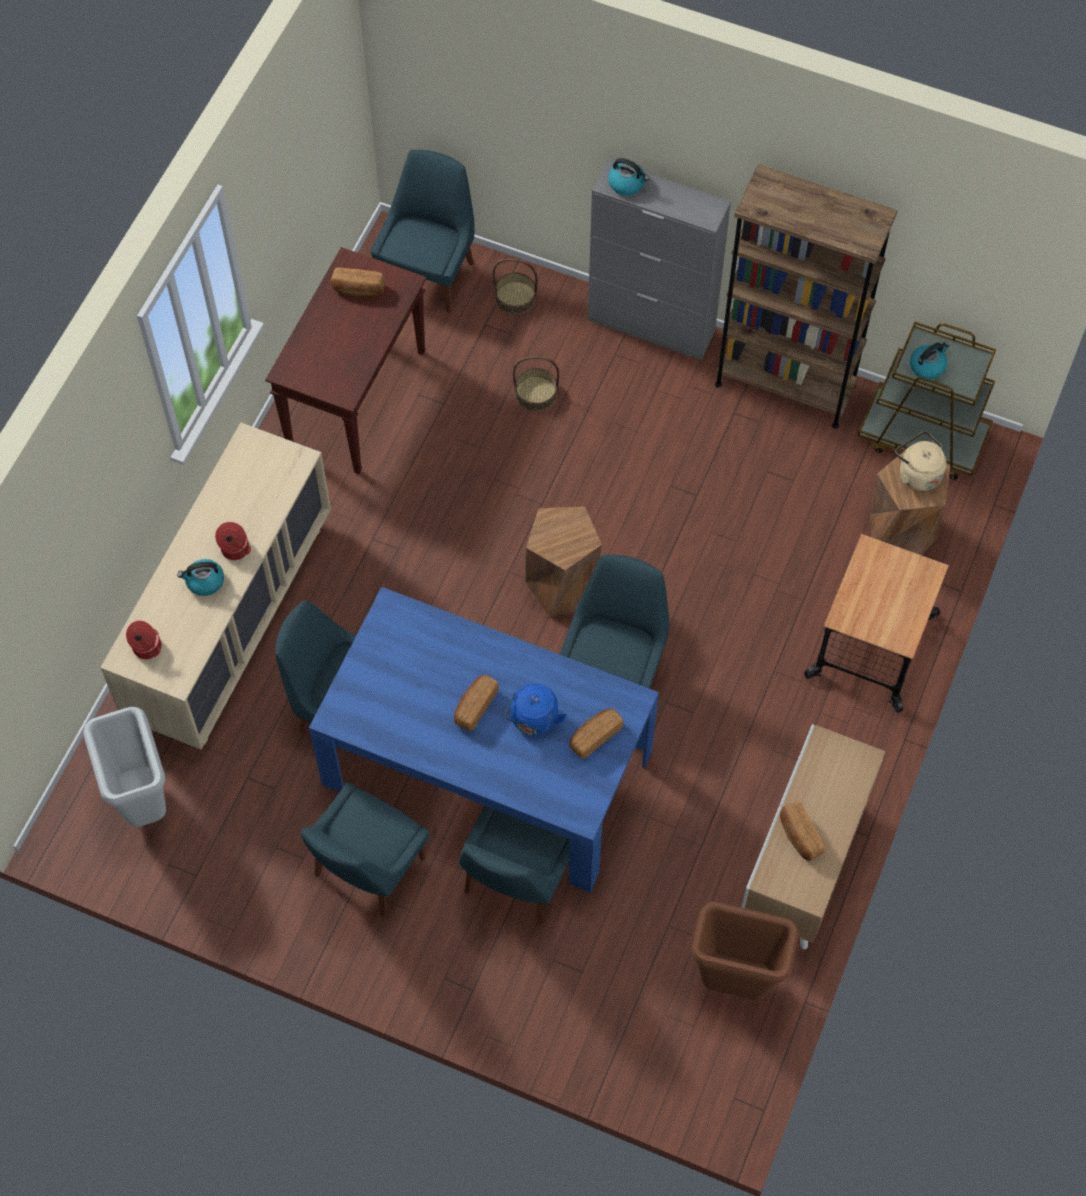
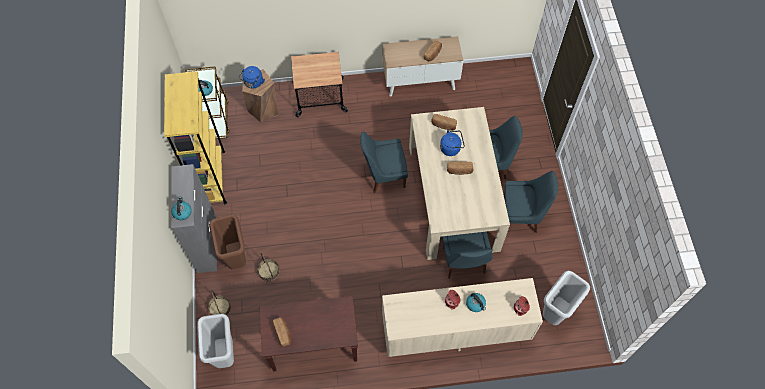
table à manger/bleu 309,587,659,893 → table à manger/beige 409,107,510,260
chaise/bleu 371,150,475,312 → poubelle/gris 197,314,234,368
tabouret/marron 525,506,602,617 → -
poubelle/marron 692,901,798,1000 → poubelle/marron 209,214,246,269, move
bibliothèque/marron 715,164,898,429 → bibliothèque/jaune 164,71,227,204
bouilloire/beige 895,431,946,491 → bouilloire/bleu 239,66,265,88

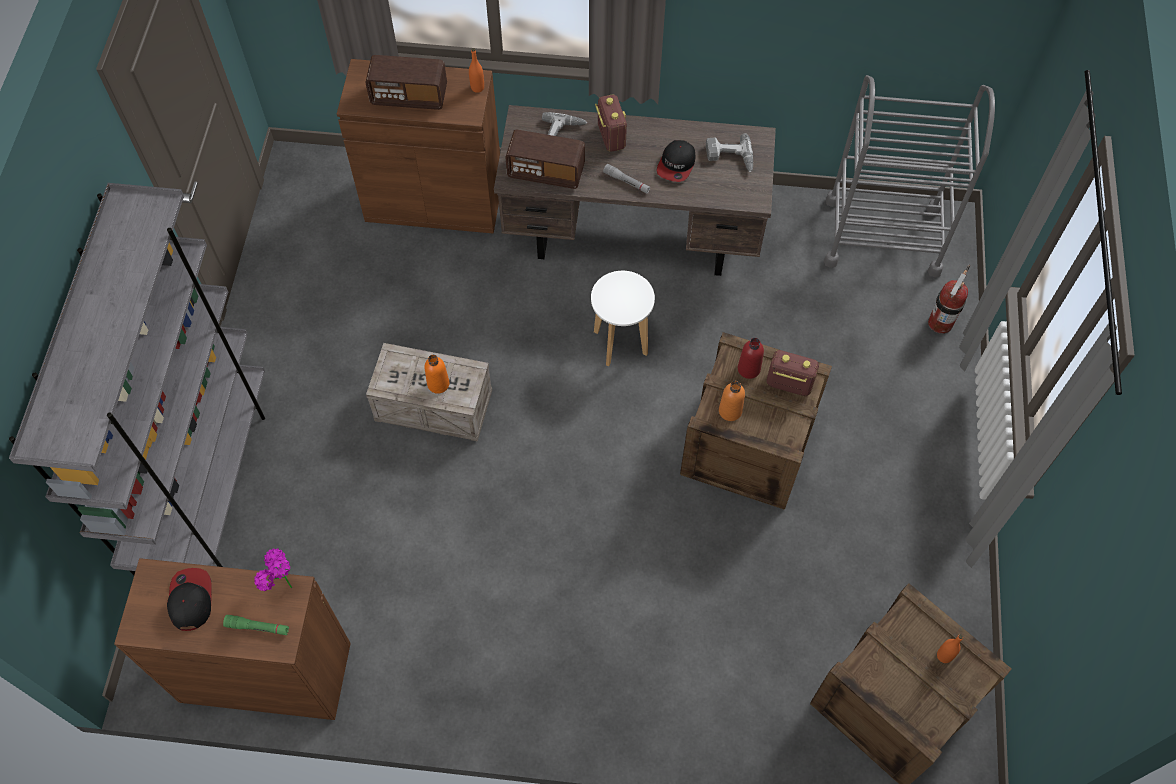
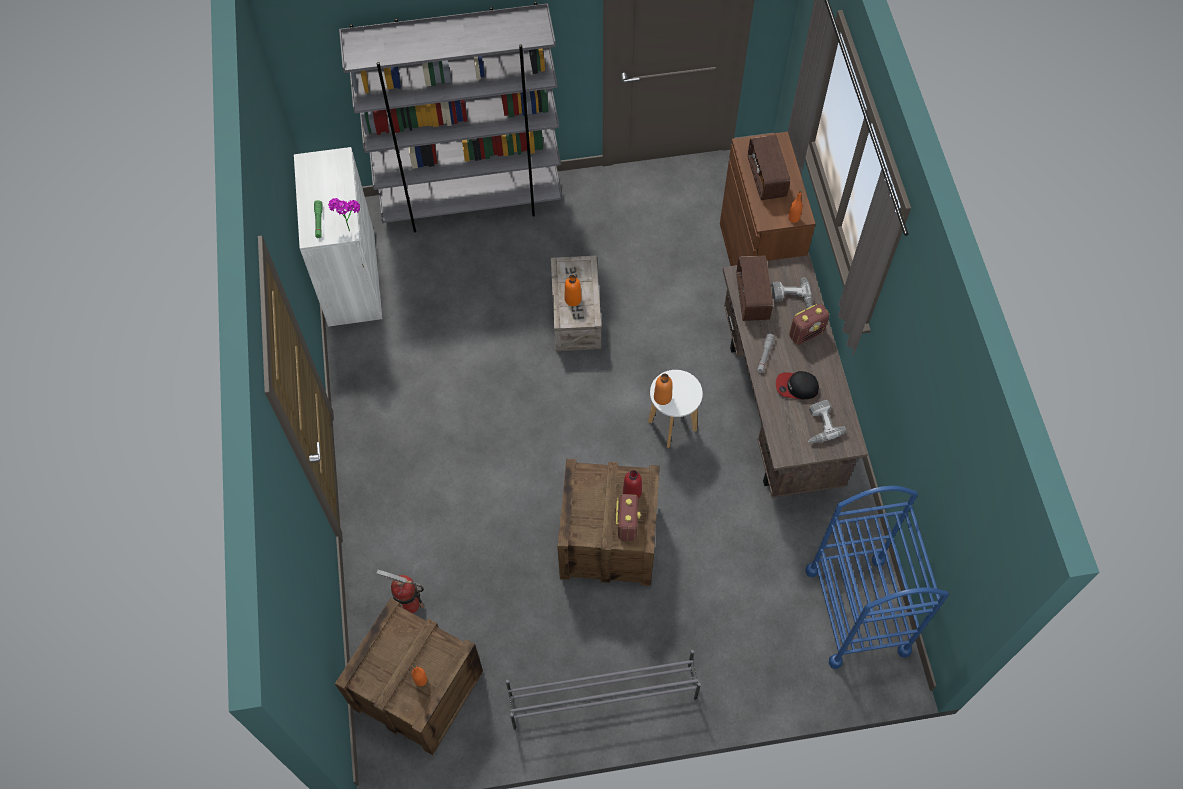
meuble de rangement/marron 114,558,351,720 → meuble de rangement/blanc 294,147,383,327
casquette 167,568,212,631 → -
bouteille/orange 719,381,745,421 → bouteille/orange 654,374,673,405, move
chariot/gris 824,75,995,277 → chariot/bleu 805,486,949,669
extincteur 928,265,970,334 → extincteur 377,570,424,613, move
- → étagère à chaussures/gris 506,650,701,730

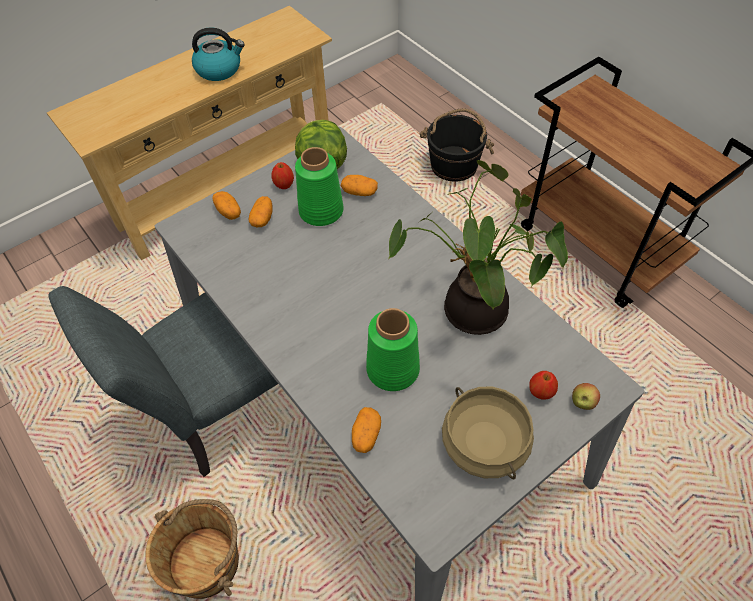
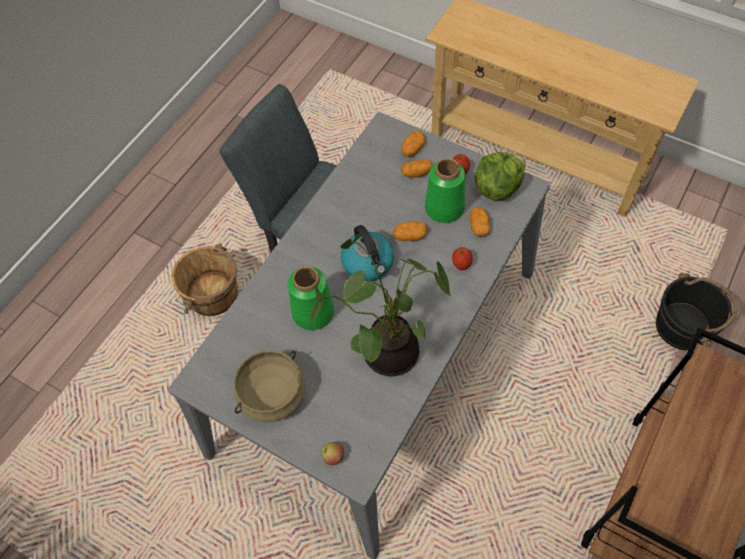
bouilloire 192,28,245,81 → bouilloire 341,225,394,281, move
pomme de terre 352,407,381,453 → pomme de terre 393,222,427,241, move
pomme 529,371,558,400 → pomme 452,247,473,270, move

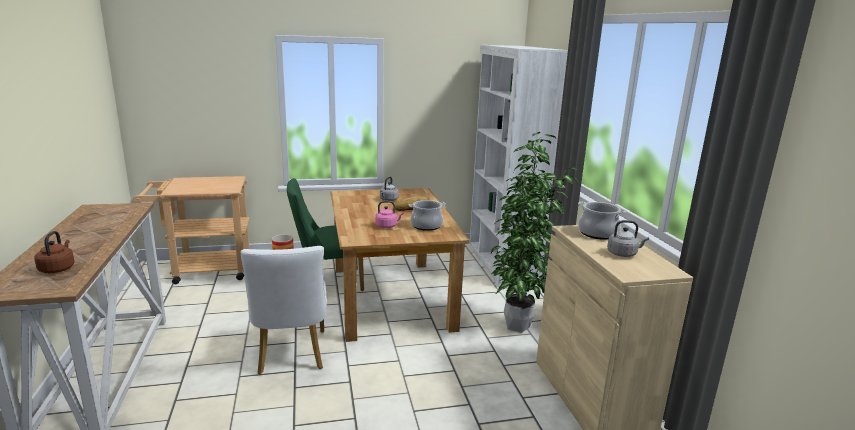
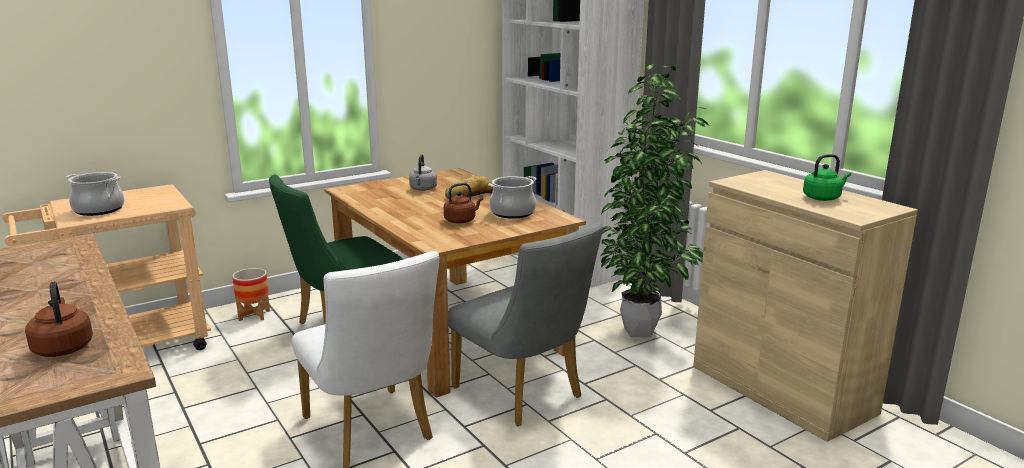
bouilloire/rose 375,201,404,228 → bouilloire/marron 444,183,483,223
marmite 578,201,627,240 → marmite 65,172,125,216, move
bouilloire/gris 607,220,649,257 → bouilloire/vert 803,154,851,201
- → chaise/gris 448,222,603,426

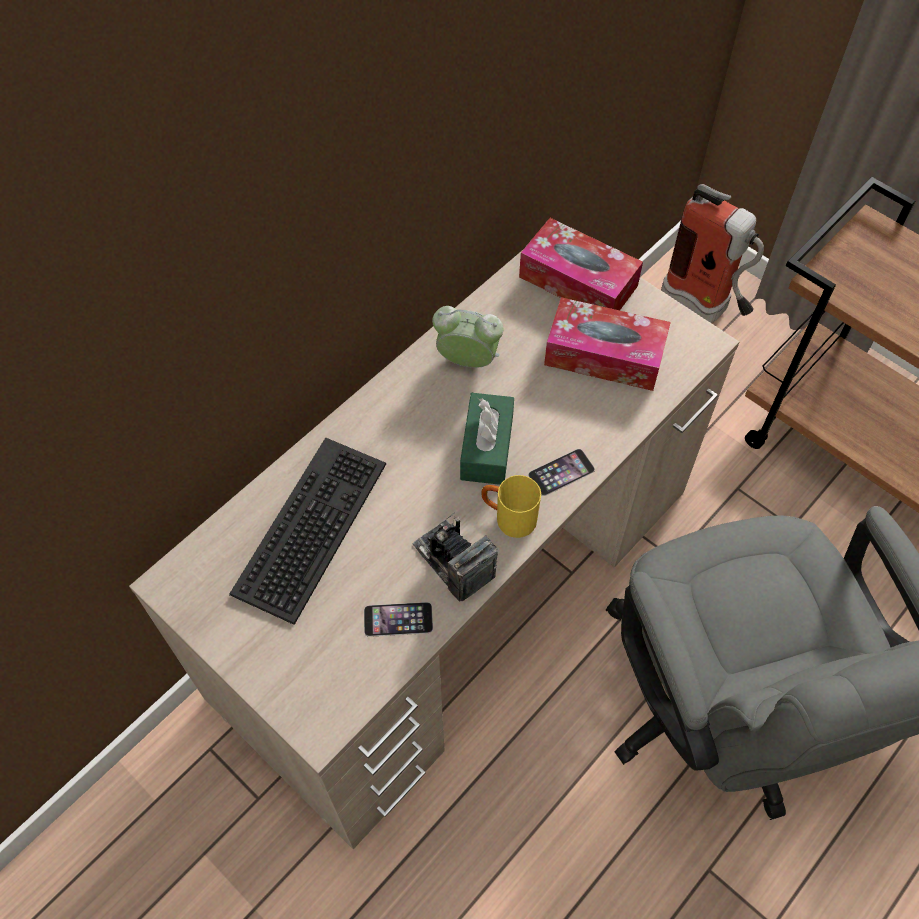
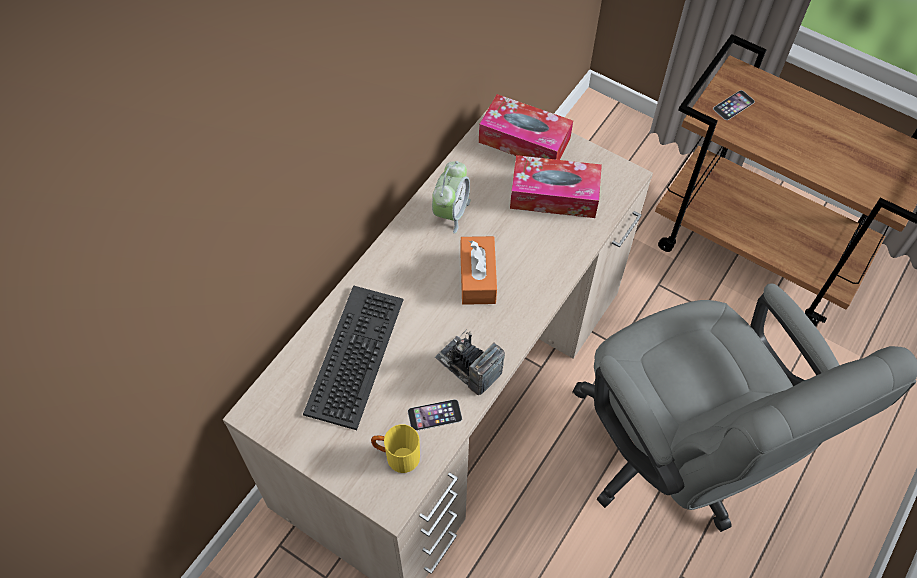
réveil 432,306,503,368 → réveil 432,161,471,234, 105 degrees clockwise
boîte à mouchoirs/vert 460,393,514,485 → boîte à mouchoirs/orange 460,236,497,305
mug/jaune 482,475,541,538 → mug/jaune 371,424,420,473, move
téléphone 528,449,595,496 → téléphone 713,90,755,120, move
extincteur 661,184,764,323 → -

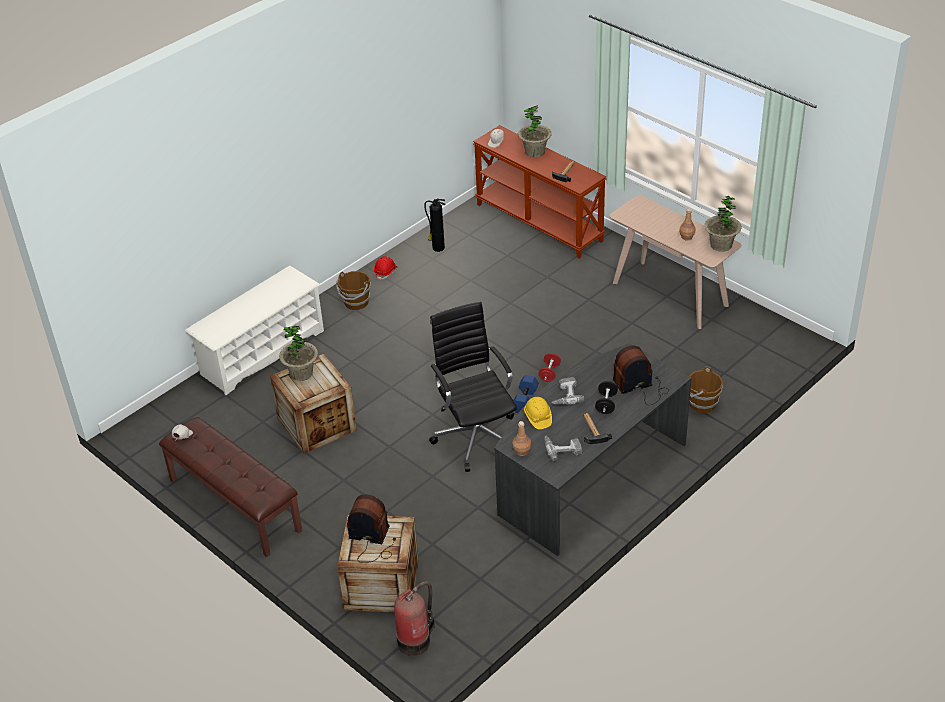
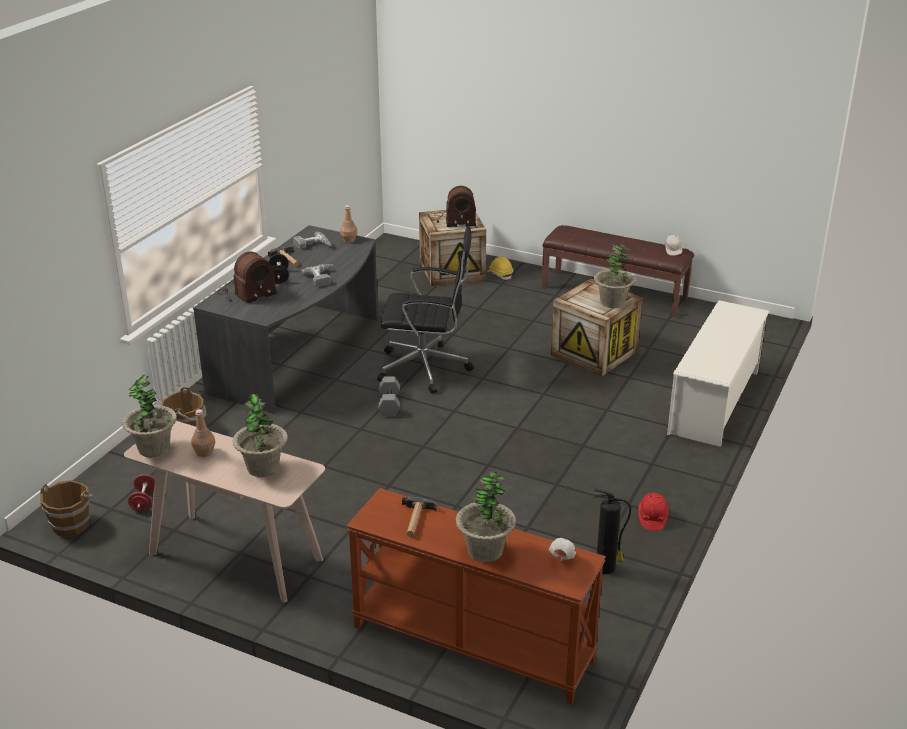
seau/marron 336,271,371,310 → seau/marron 40,480,94,537, move
extincteur 394,581,435,656 → -
chaise de bureau/noir 429,302,517,472 → chaise de bureau/noir 377,226,473,393, 45 degrees counterclockwise
haltère/bleu 513,375,539,413 → haltère/gris 378,376,400,417
casque de chantier/jaune 524,397,552,429 → casque de chantier/jaune 487,257,513,280, move
haltère/rouge 538,353,561,382 → haltère/rouge 128,474,155,511, move
- → plante en pot 233,394,288,477

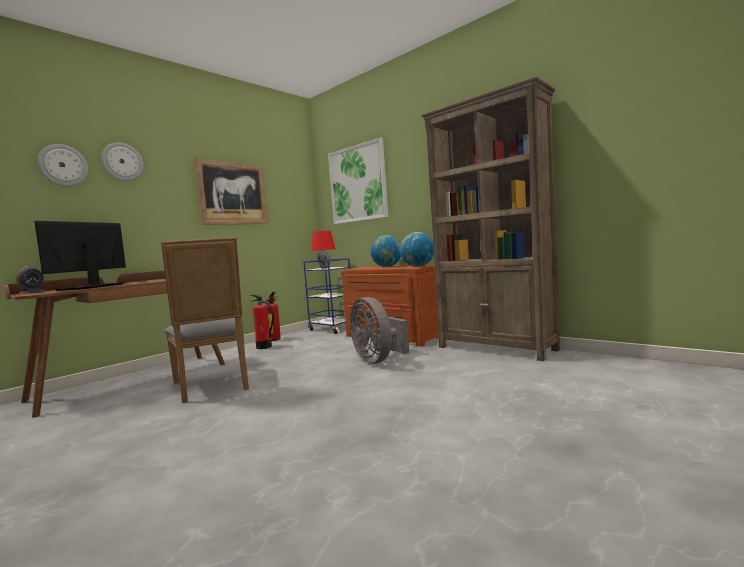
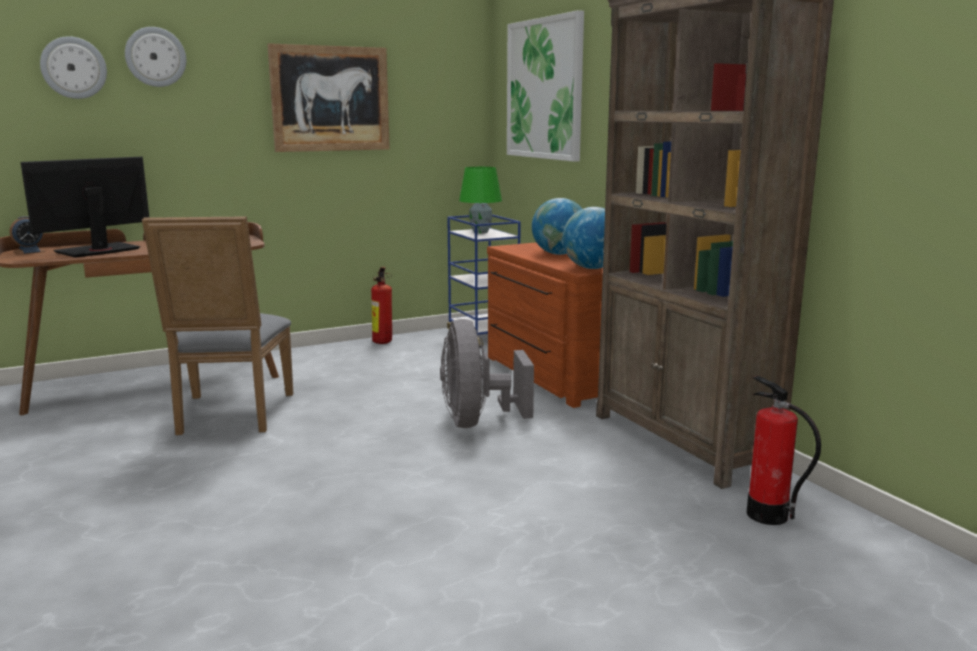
extincteur 251,295,274,349 → extincteur 747,376,821,525, move
lampe de table/rouge 311,230,336,269 → lampe de table/vert 459,167,502,234

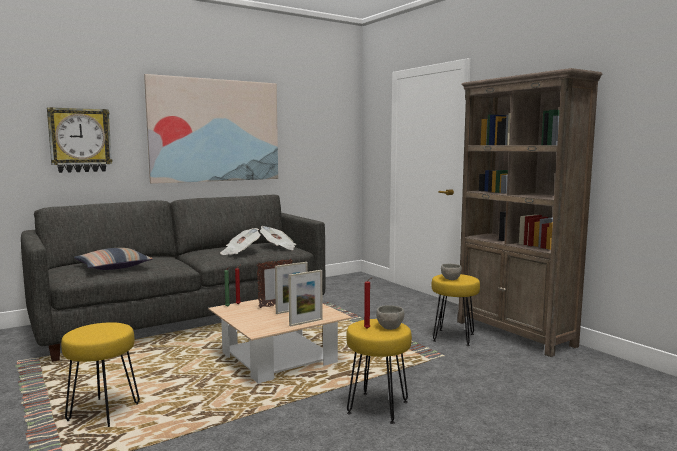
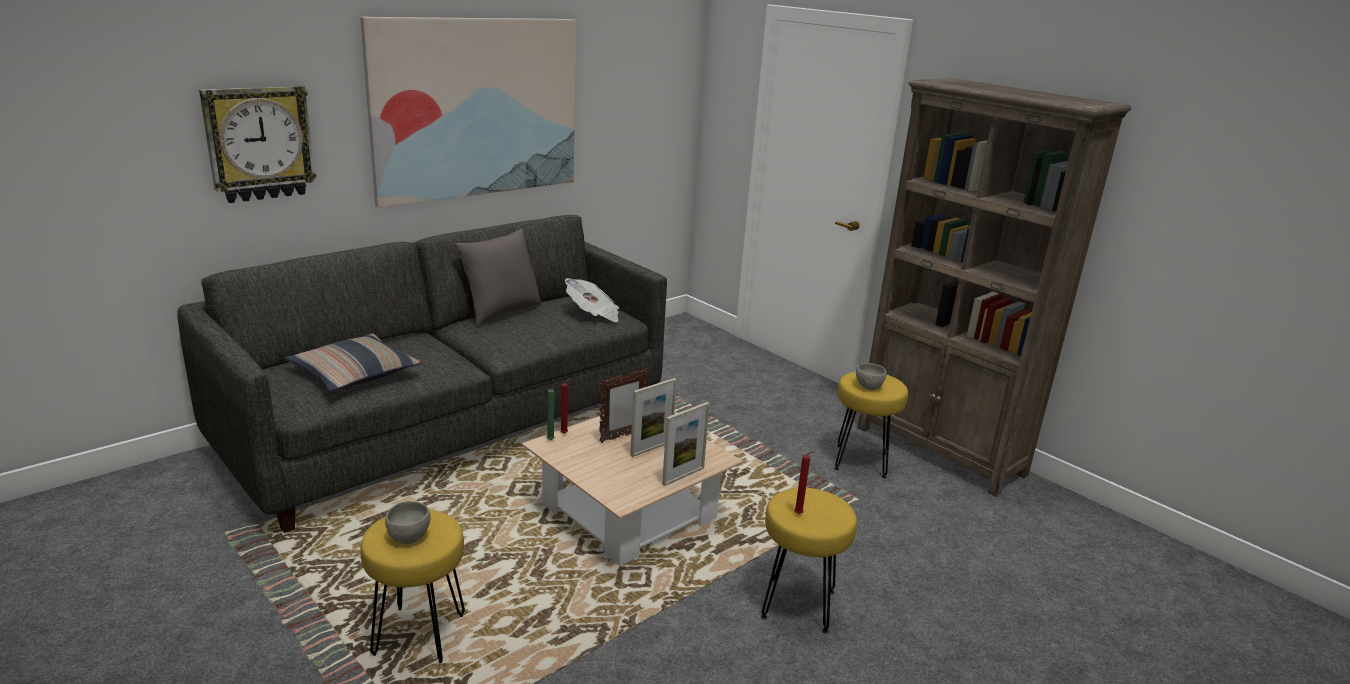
journal 220,228,260,255 → -
bol/gris 376,305,404,330 → bol/gris 385,501,431,545, move
- → coussin/gris 454,229,542,327

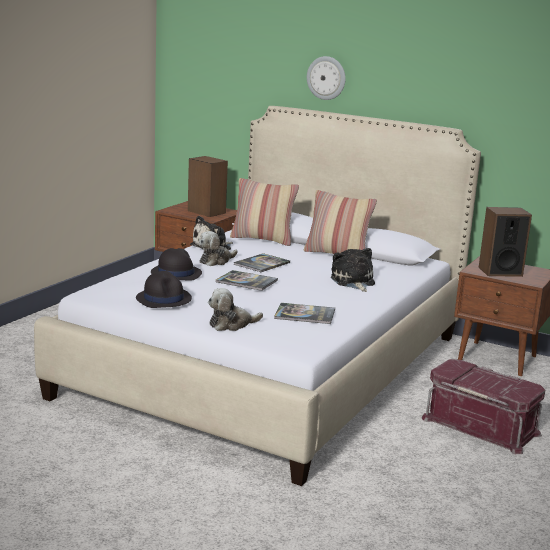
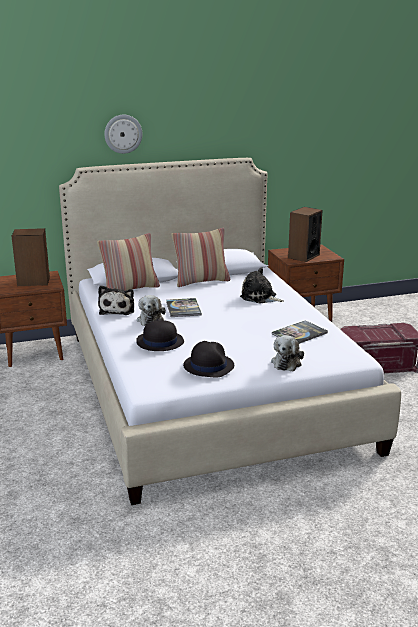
livre 216,270,278,291 → -

